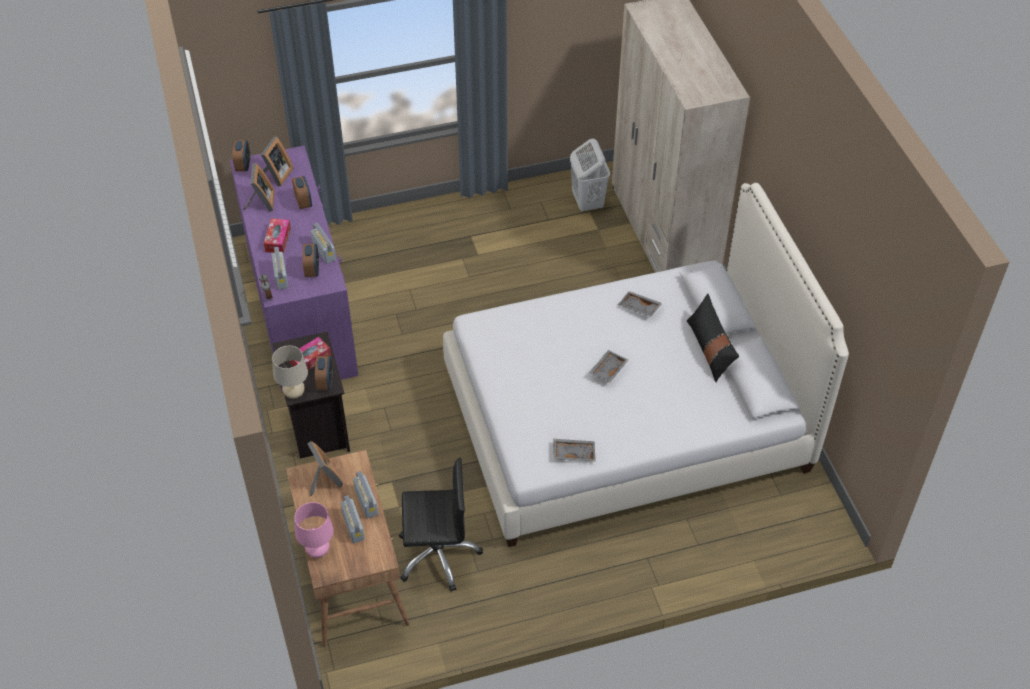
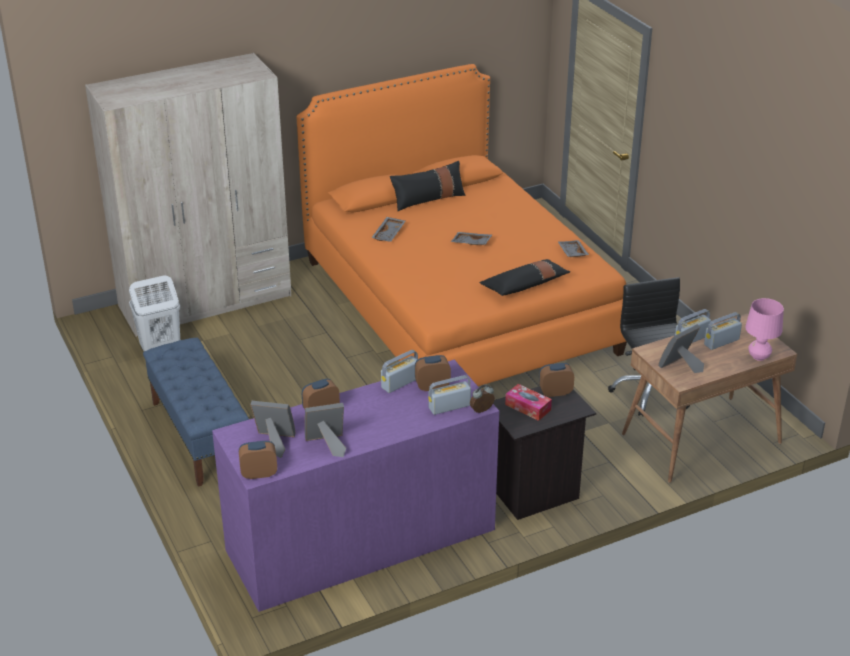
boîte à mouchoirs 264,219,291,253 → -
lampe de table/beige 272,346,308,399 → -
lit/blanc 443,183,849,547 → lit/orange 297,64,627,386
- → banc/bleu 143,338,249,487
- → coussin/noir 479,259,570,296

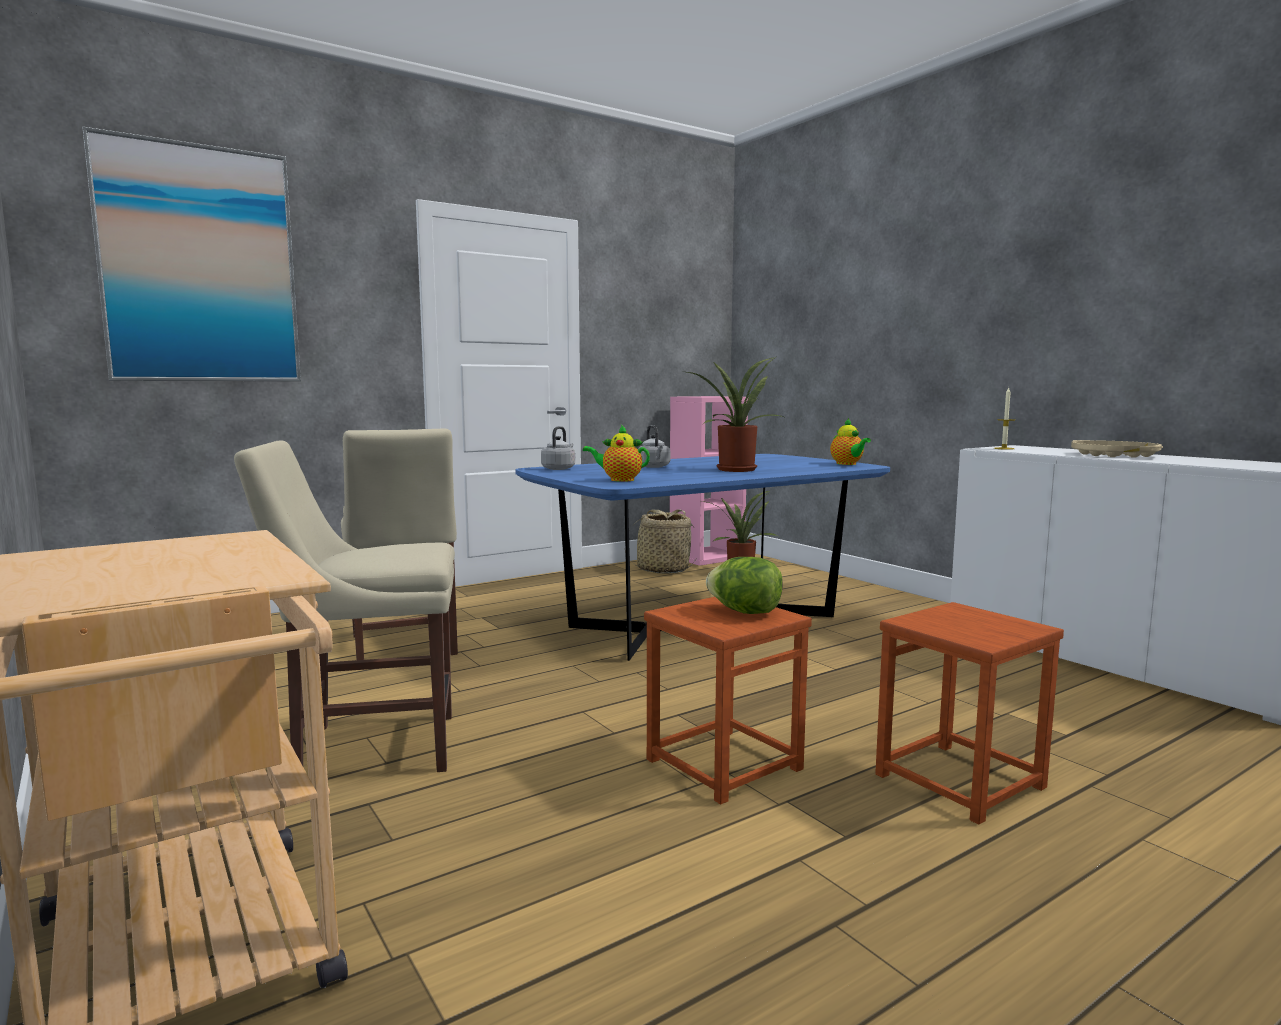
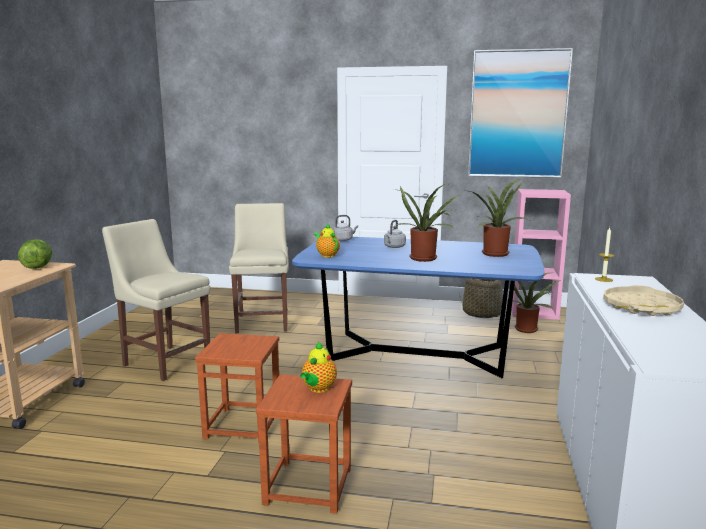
tableau 83,127,301,381 → tableau 468,48,573,178, move
chaise/beige 341,429,458,660 → chaise/beige 229,203,289,333, 150 degrees clockwise
laitue 706,557,783,614 → laitue 18,239,52,269, move
théière 830,418,871,465 → théière 300,342,337,393, move
- → plante en pot 469,179,529,257

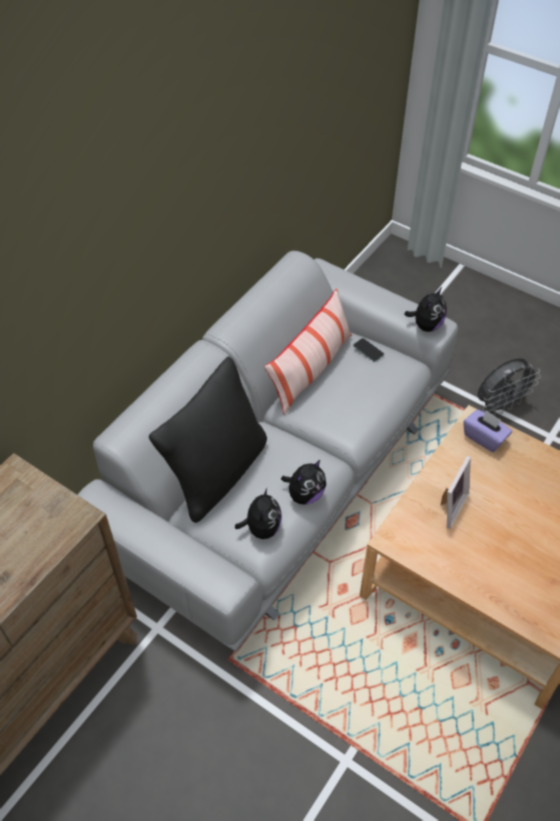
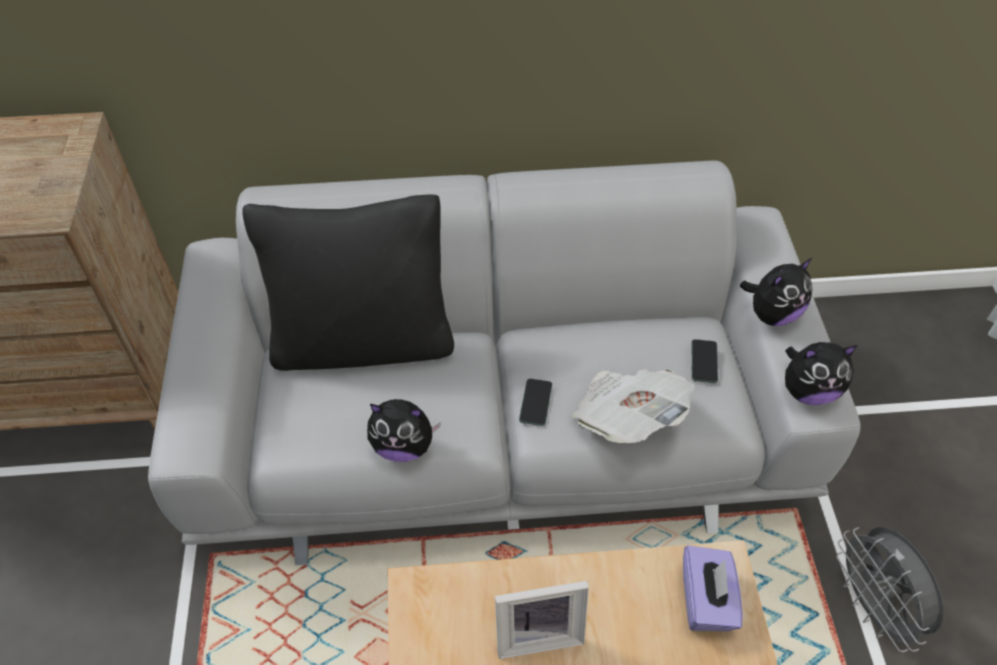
peluche 235,488,282,539 → peluche 740,258,812,326, move
coussin 265,288,352,415 → -
ventilateur/gris 478,358,541,416 → ventilateur/gris 836,527,944,652, 45 degrees clockwise
- → téléphone 519,379,552,426
- → journal 571,369,695,443

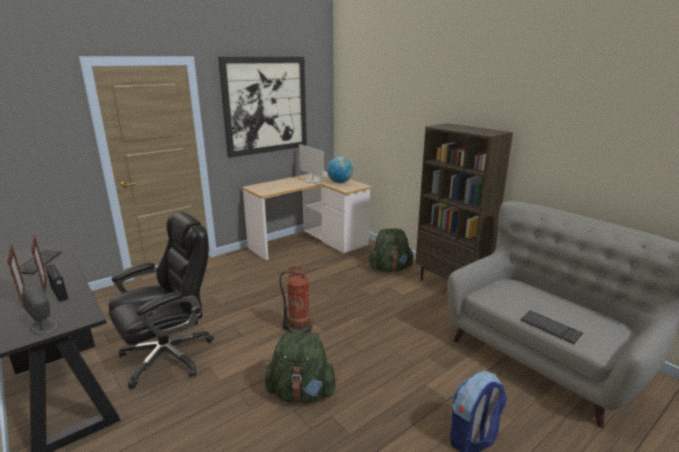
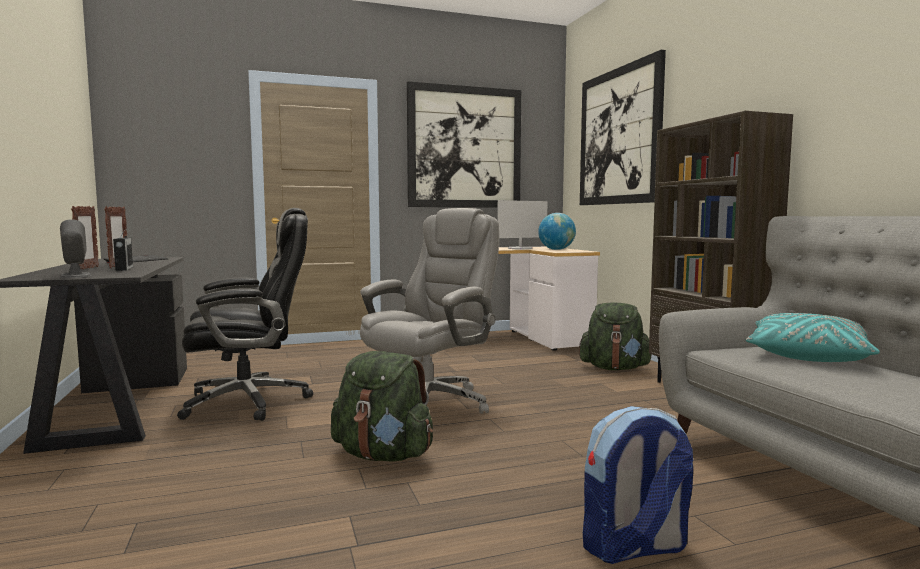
extincteur 279,266,313,333 → chaise de bureau/gris 360,208,499,414
écran d'ordinateur 299,144,324,183 → écran d'ordinateur 497,200,547,249, 105 degrees counterclockwise
clavier 521,311,583,344 → -
- → tableau 580,50,666,205
- → coussin/turquoise 746,313,880,362

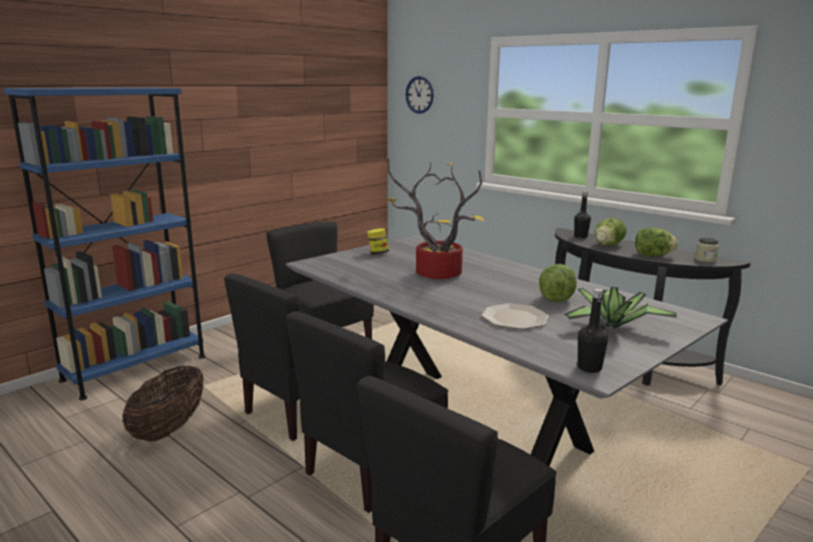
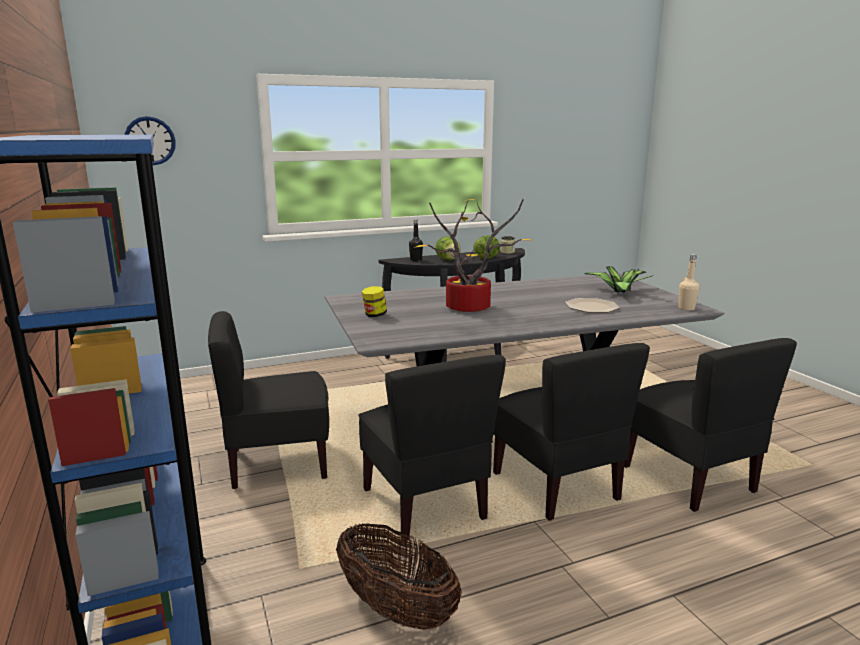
laitue 539,264,577,302 → -
bouteille/noir 578,288,608,373 → bouteille/beige 678,254,700,311

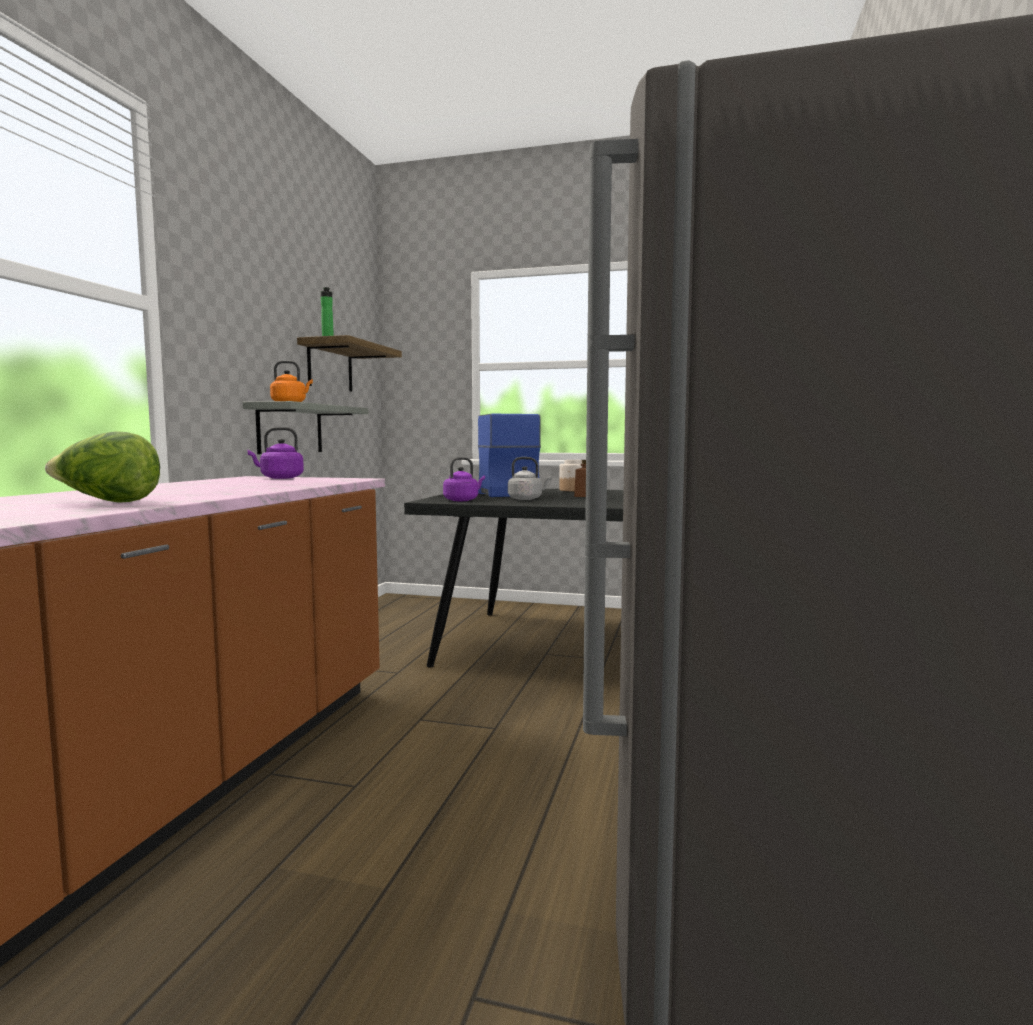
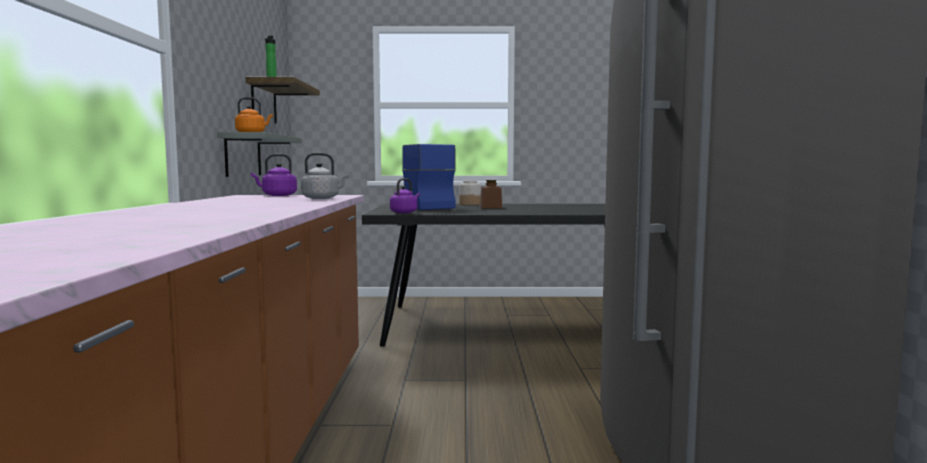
laitue 45,431,160,503 → -
bouilloire/gris 508,457,552,500 → bouilloire/gris 301,153,349,199, move

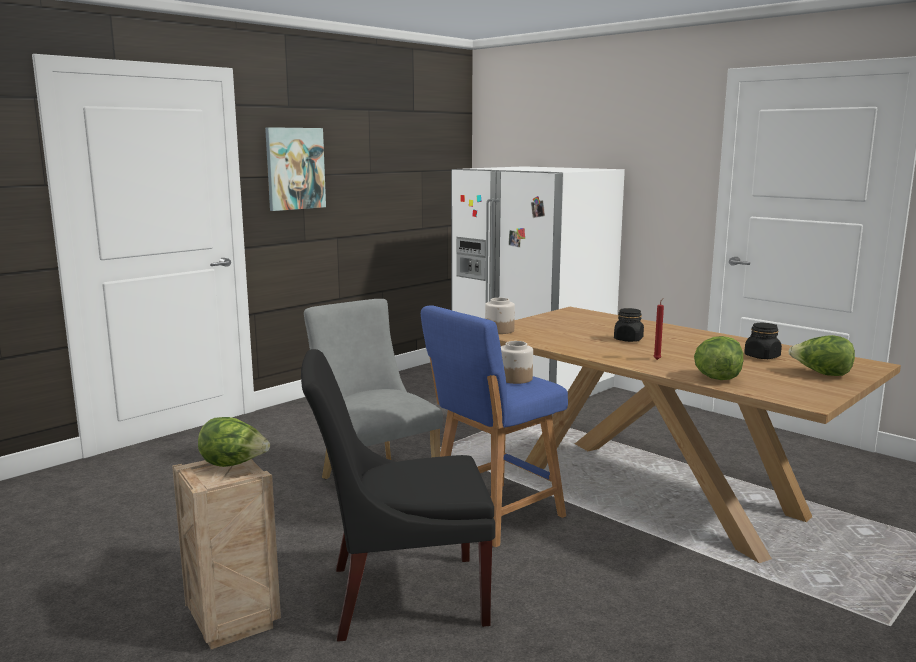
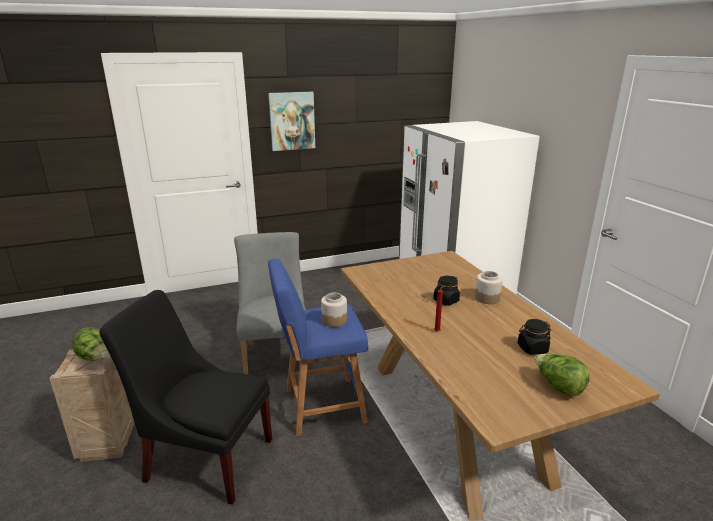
bocal 485,298,515,334 → bocal 475,271,503,304, move
laitue 694,336,743,380 → -

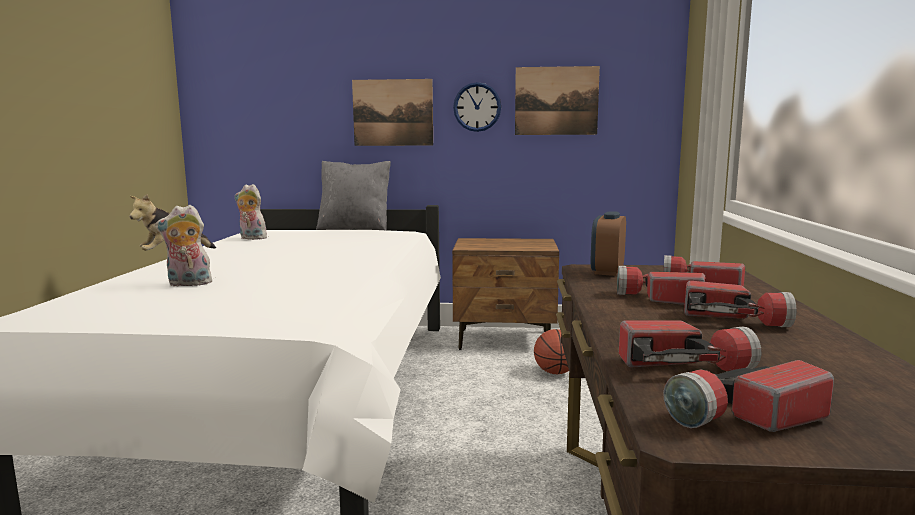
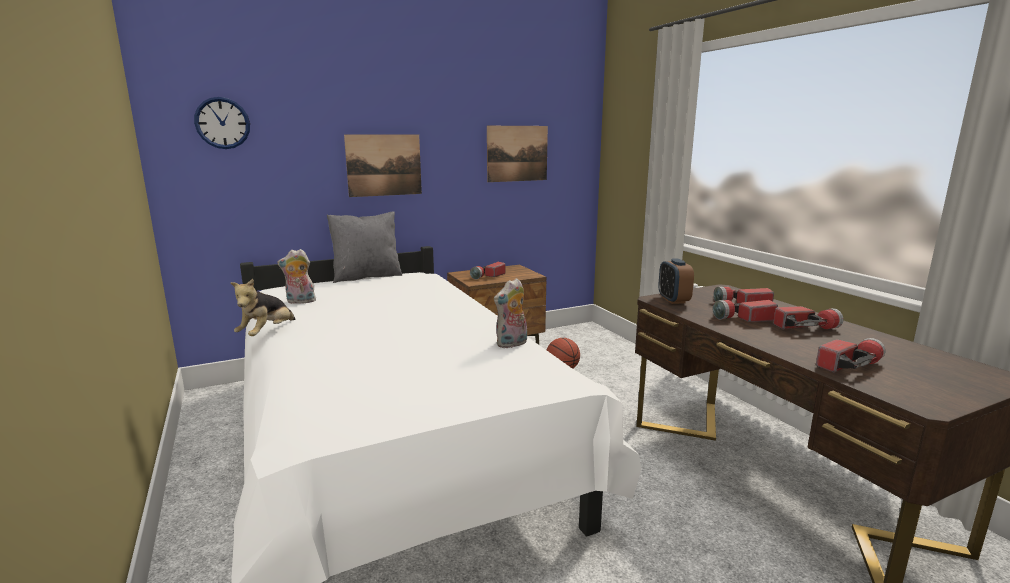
peluche 155,205,212,286 → peluche 494,278,527,349, move
horloge murale 453,82,501,132 → horloge murale 194,97,250,149, move
lampe de poche 663,360,834,432 → lampe de poche 470,262,506,279, move

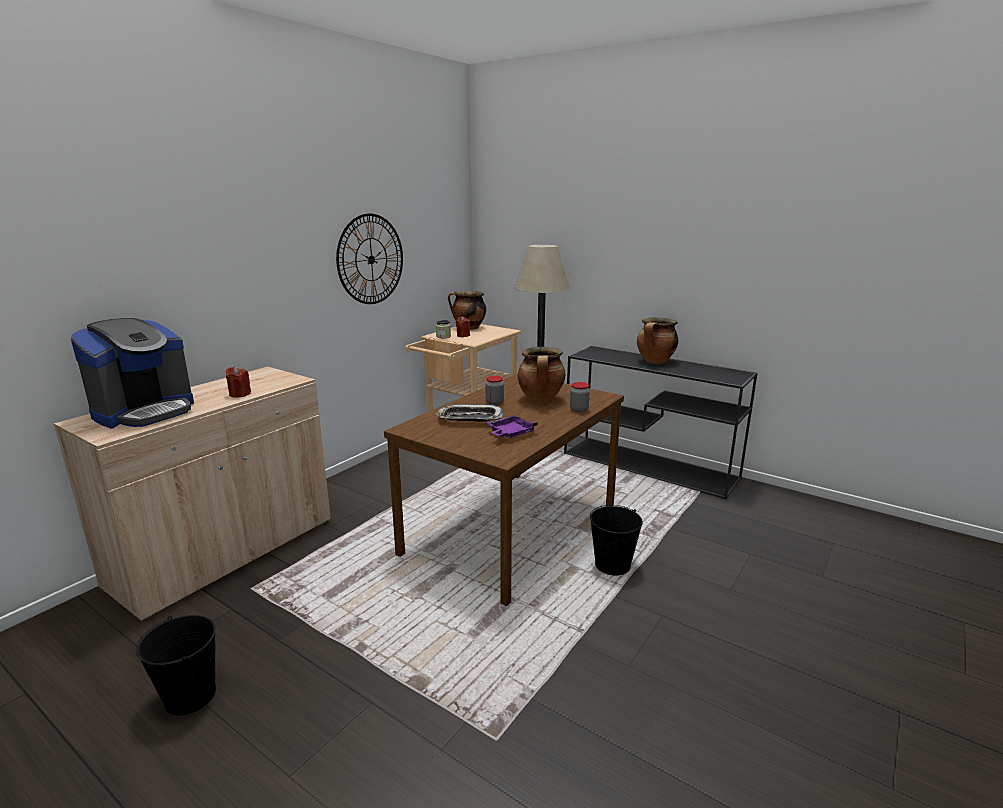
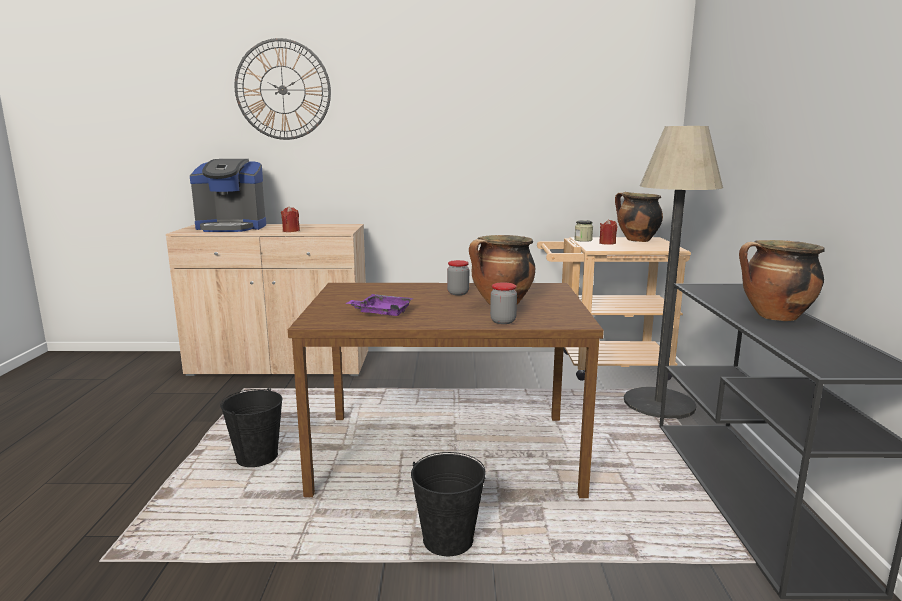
seau/noir 136,615,216,716 → seau/noir 220,387,283,467, move
horloge murale 336,213,403,304 → horloge murale 234,38,331,140, move
plateau 437,404,504,422 → -

